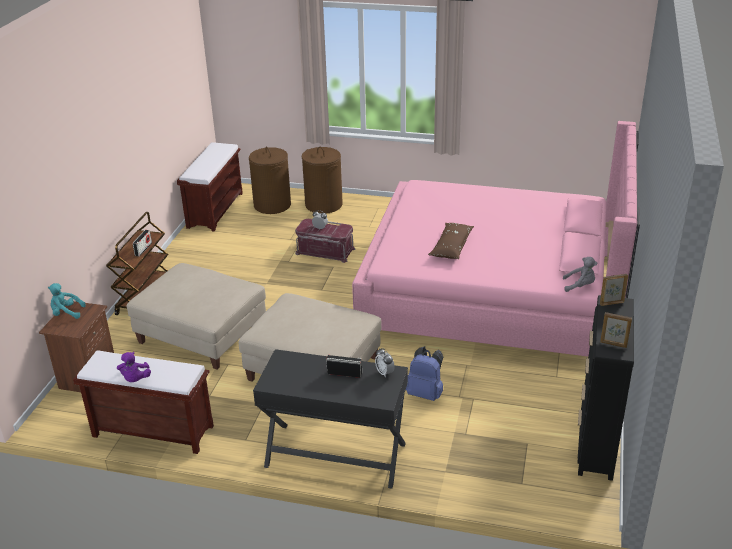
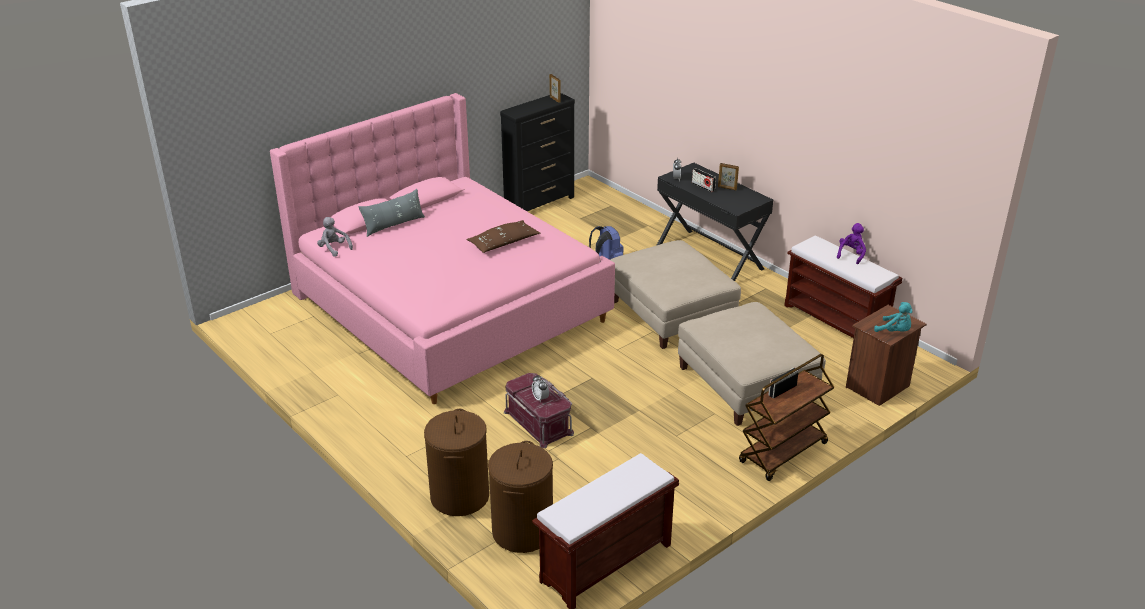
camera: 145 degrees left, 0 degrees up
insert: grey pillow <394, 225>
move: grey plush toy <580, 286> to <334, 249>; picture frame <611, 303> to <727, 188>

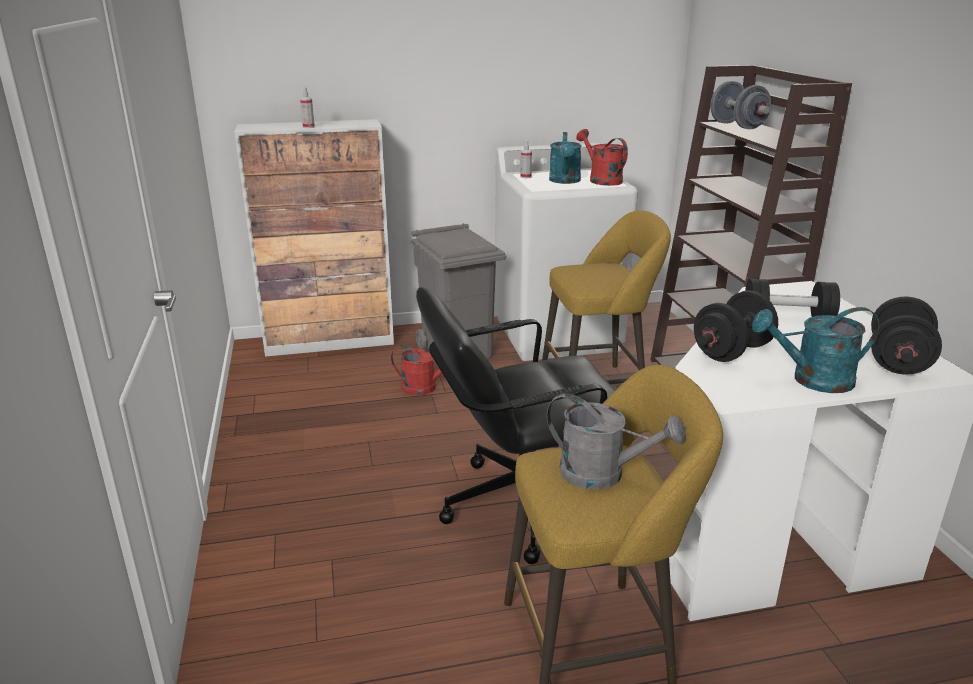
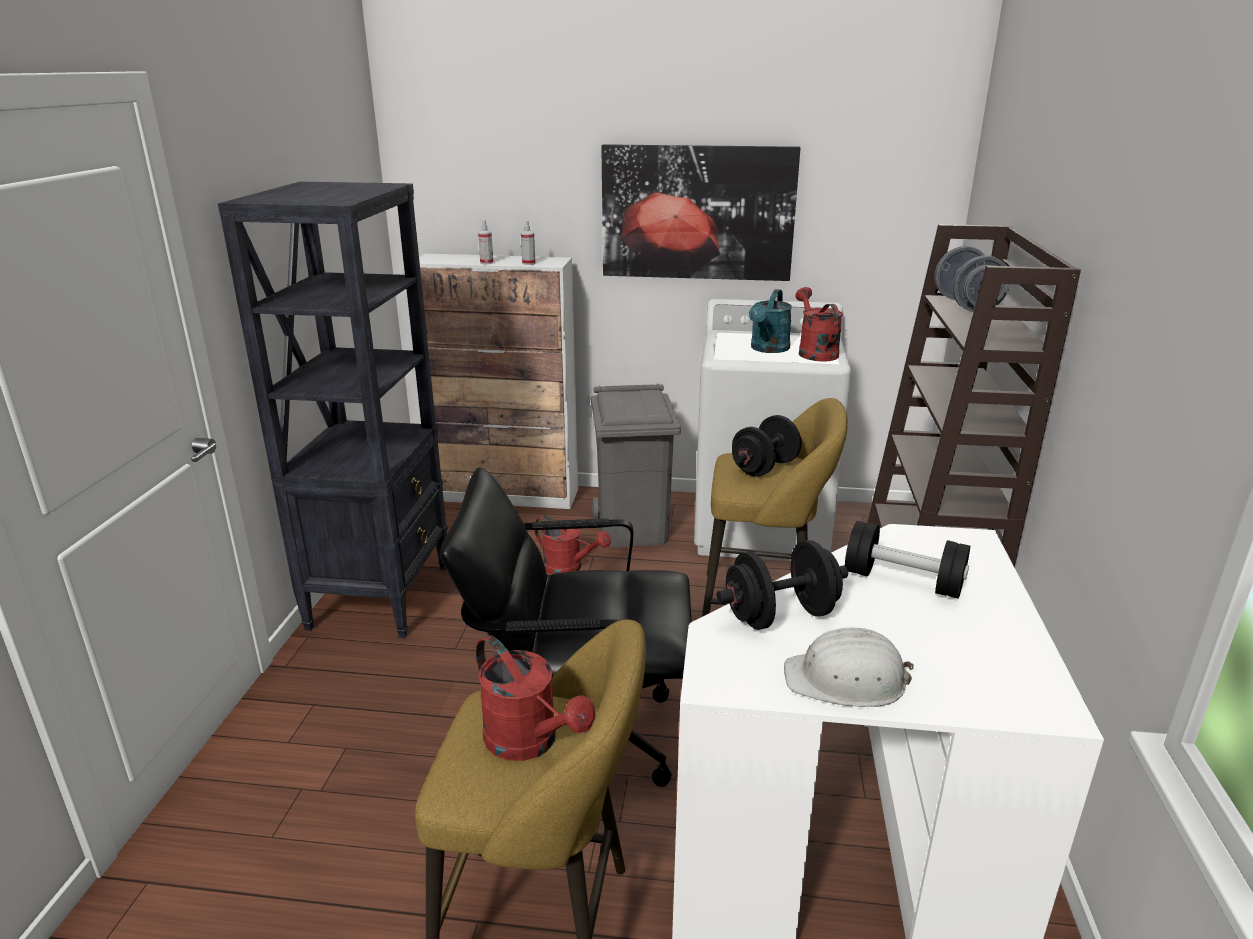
camera: 20 degrees right, 0 degrees up
insert: black bookcase <381, 595>; picture <697, 213>
move: spray bottle <525, 177> to <528, 263>; black dumbbell <898, 361> to <764, 467>
replace: turquoise watering can <812, 380> to white hard hat <846, 680>
recolor: grey watering can <603, 475> to red watering can <530, 742>

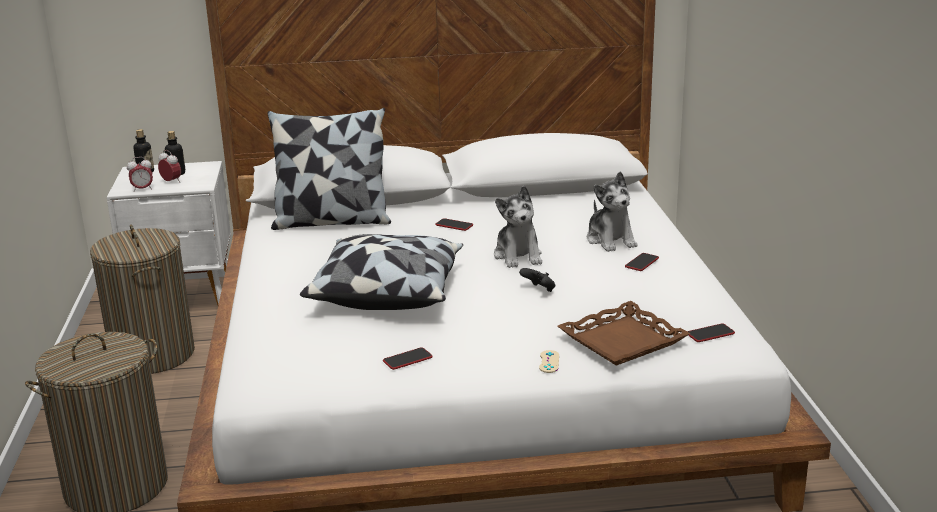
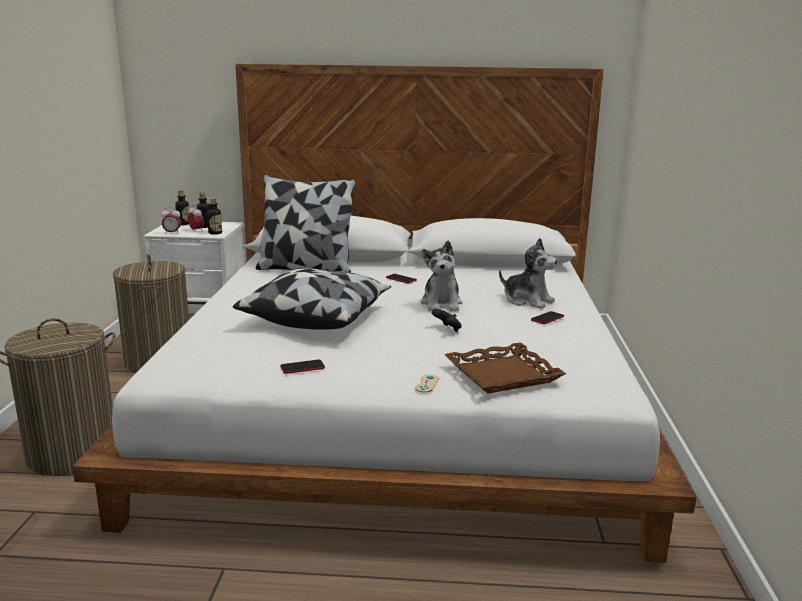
camera: 10 degrees right, 5 degrees down
delete: phone <710, 334>
insert: bottle <215, 233>
rotate: plush toy <610, 240> = <527, 300> 45 degrees counterclockwise

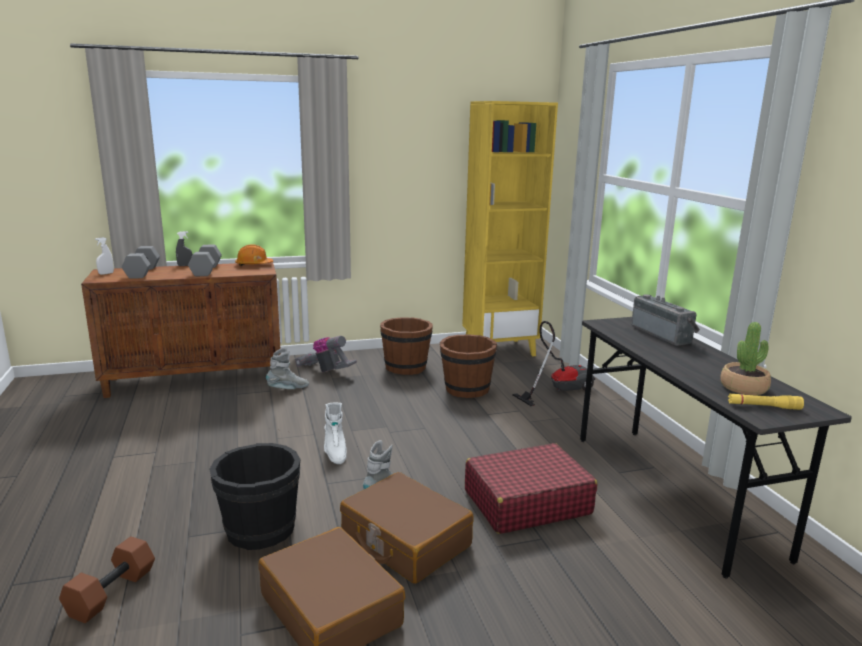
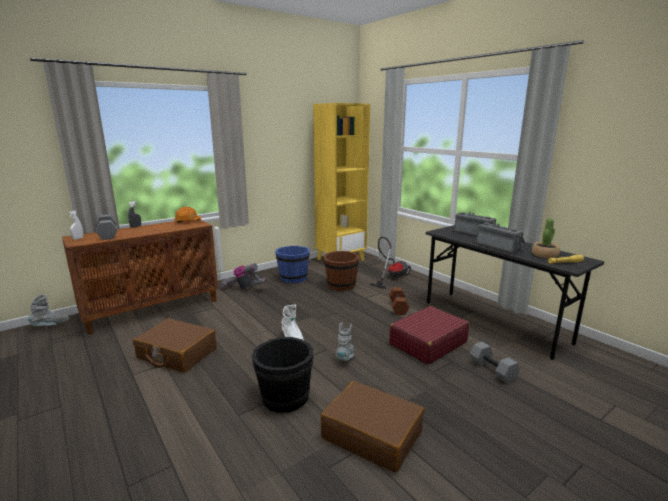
camera: 20 degrees left, 0 degrees up
insert: radio <499, 247>
move: brown dumbbell <111, 592> to <397, 307>; grey dumbbell <207, 270> to <493, 370>; grey boot <288, 389> to <51, 325>; brown suitcase <405, 540> to <176, 354>
recolor: brown bucket <406, 367> to blue bucket <293, 278>

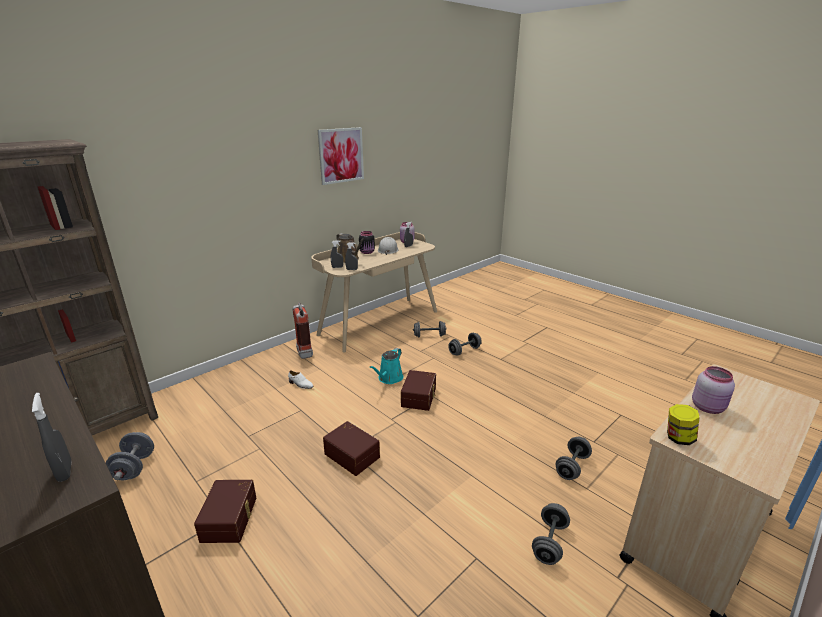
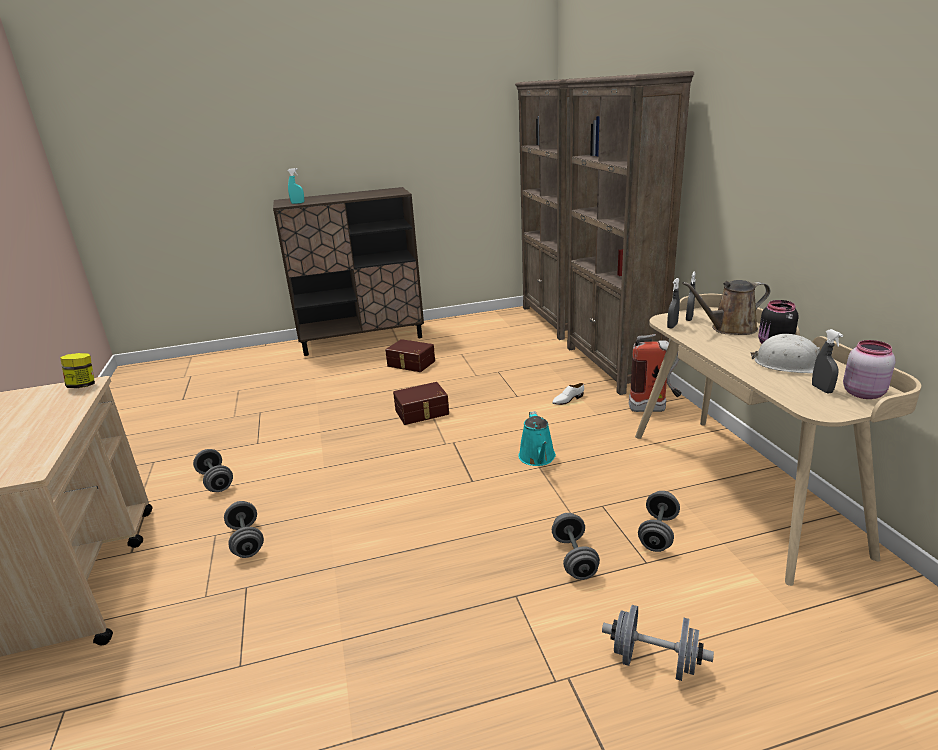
camera: 120 degrees right, 0 degrees up
delete: picture <341, 155>; brown storage box <419, 397>; pink jar <708, 407>
insert: brown bookcase <612, 366>
move: grey dumbbell <134, 467> to <654, 662>
recolor: grey spray bottle <65, 471> to turquoise spray bottle <297, 203>
rotate: turquoise watering can <389, 378> = <537, 458> 150 degrees counterclockwise

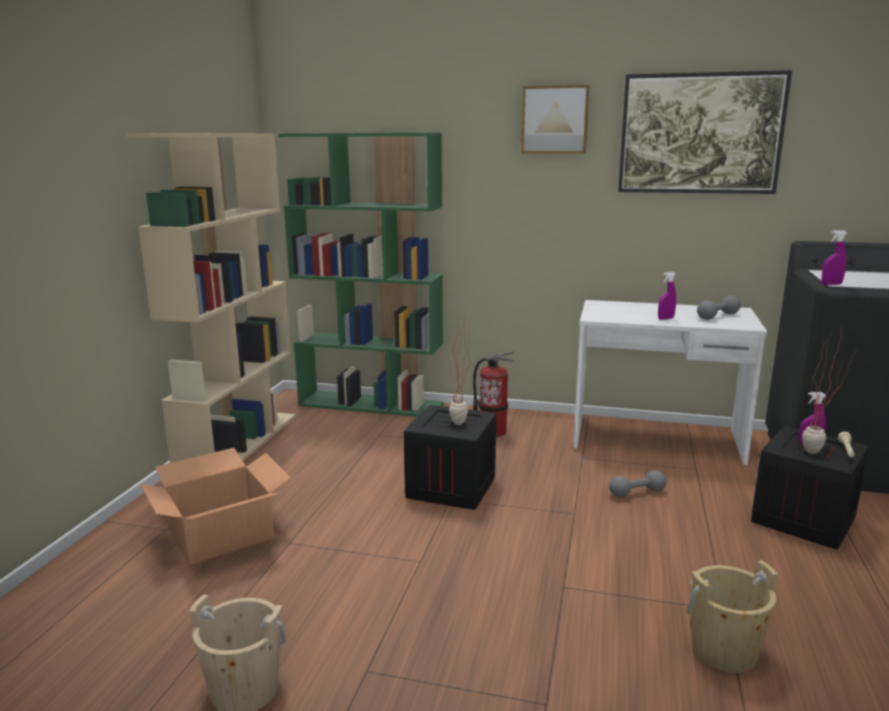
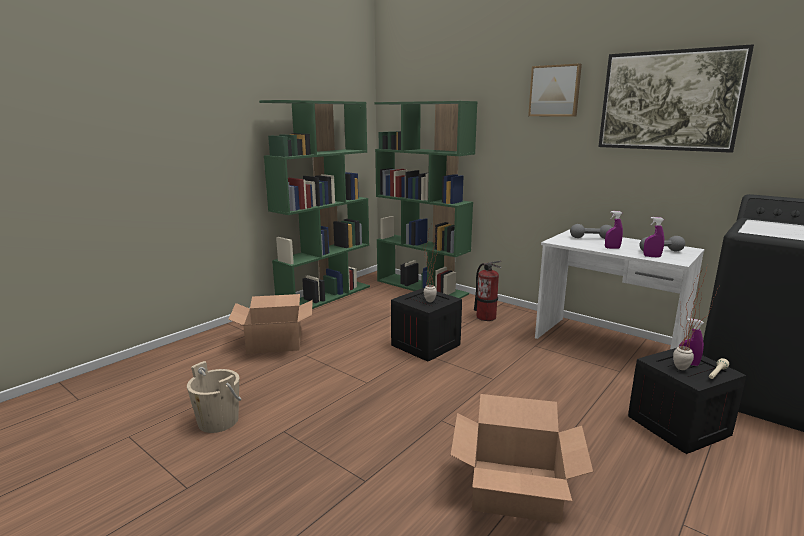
camera: 25 degrees right, 0 degrees up
move: grey dumbbell <637, 493> to <591, 238>; purple spray bottle <831, 284> to <652, 256>
replace: beige bucket <724, 650> to cardboard box <515, 490>
recolor: beige bookcase <239, 444> to green bookcase <325, 296>

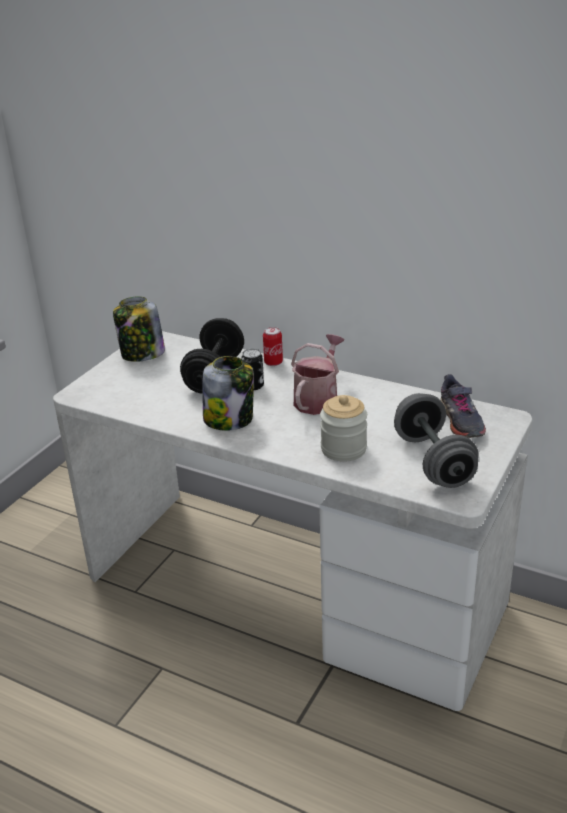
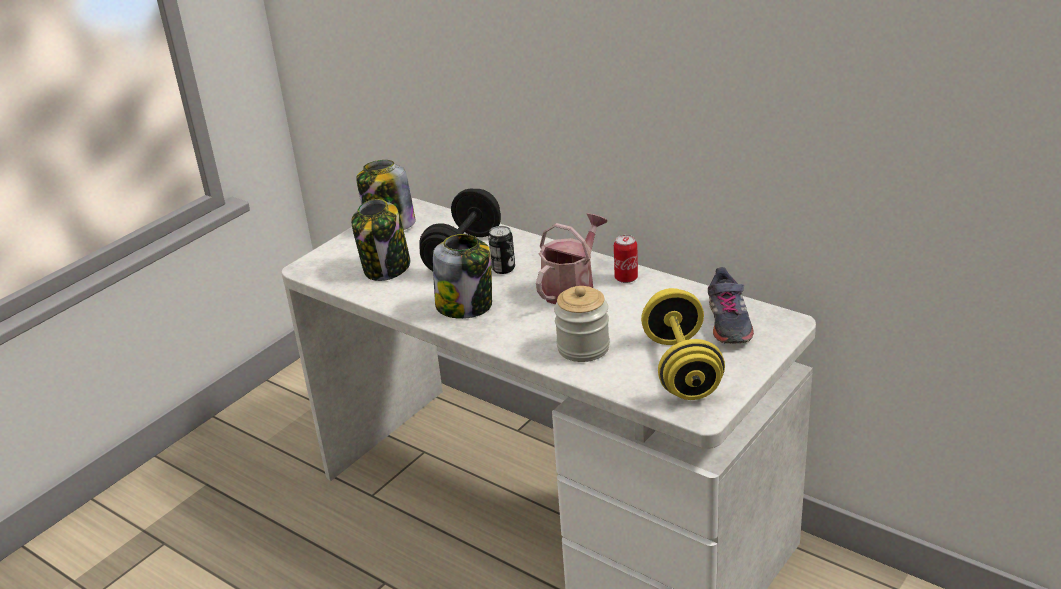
camera: 10 degrees right, 0 degrees up
insert: jar <386, 268>
move: can <273, 362> to <626, 278>
recolor: grey dumbbell <433, 461> to yellow dumbbell <681, 368>

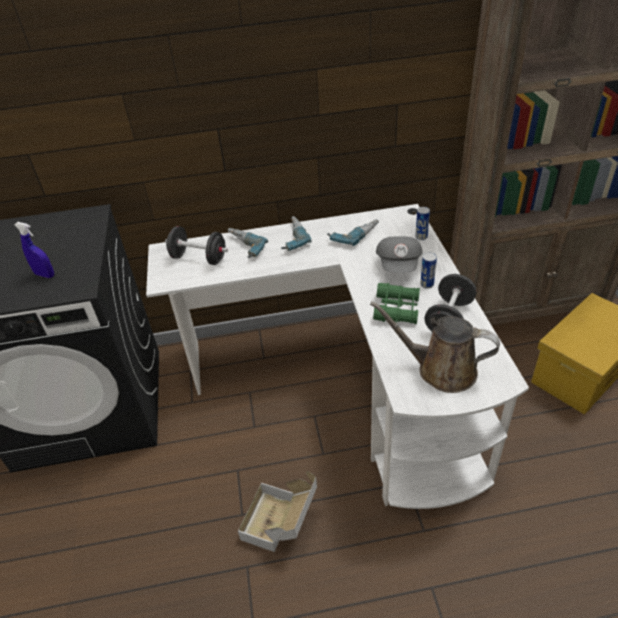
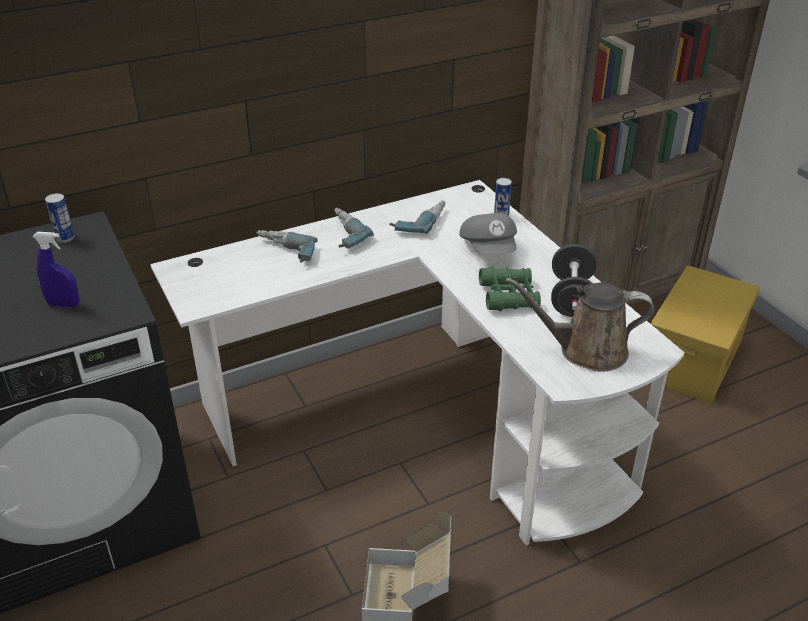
camera: 20 degrees left, 5 degrees down
delete: black dumbbell <199, 258>
move: can <427, 284> to <65, 238>

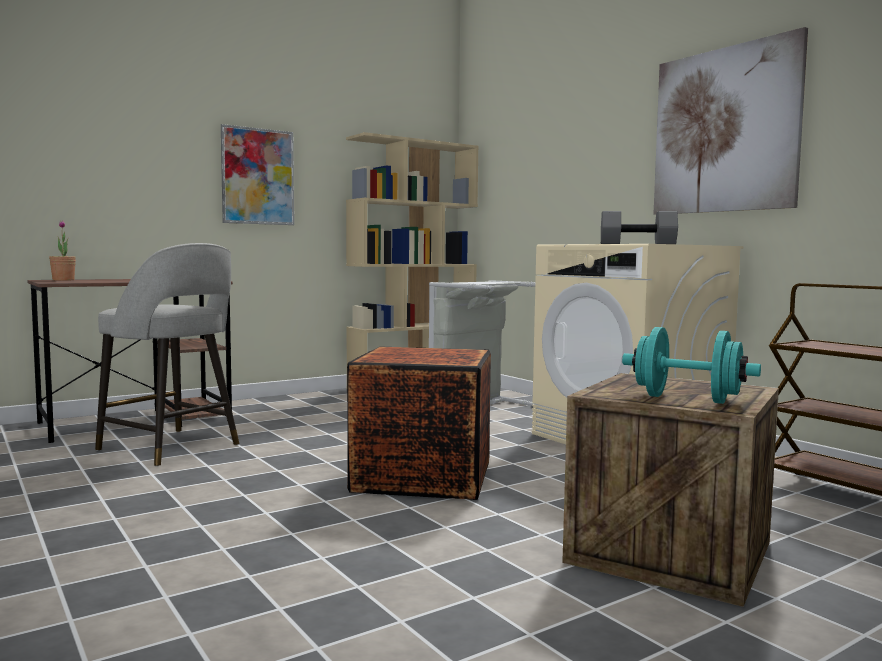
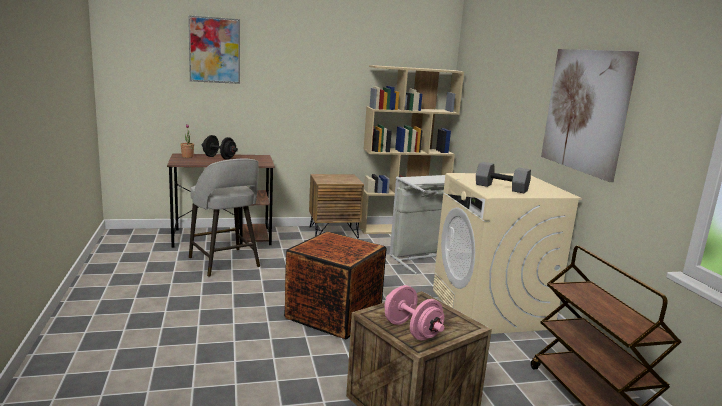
camera: 20 degrees right, 10 degrees up
insert: black dumbbell <219, 158>; brown nightstand <333, 232>
move: picture <257, 176> to <214, 50>
recolor: turquoise dumbbell <687, 399> to pink dumbbell <411, 330>

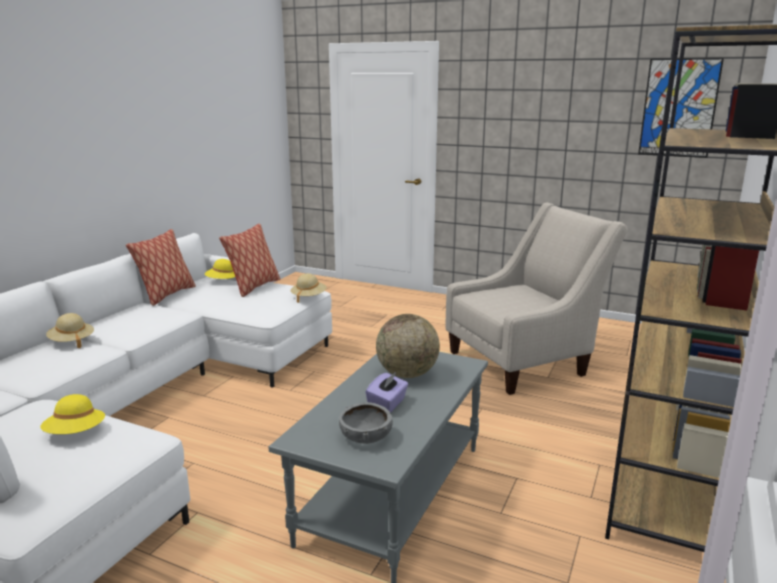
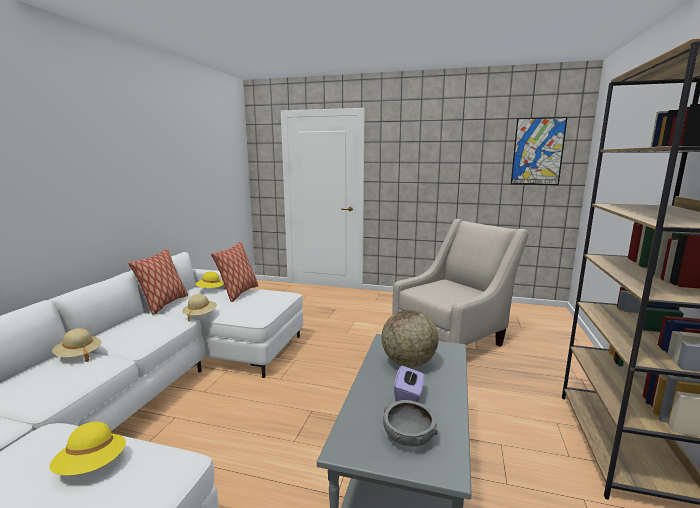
camera: 10 degrees left, 5 degrees down
move: beige hat <308, 297> to <200, 315>

